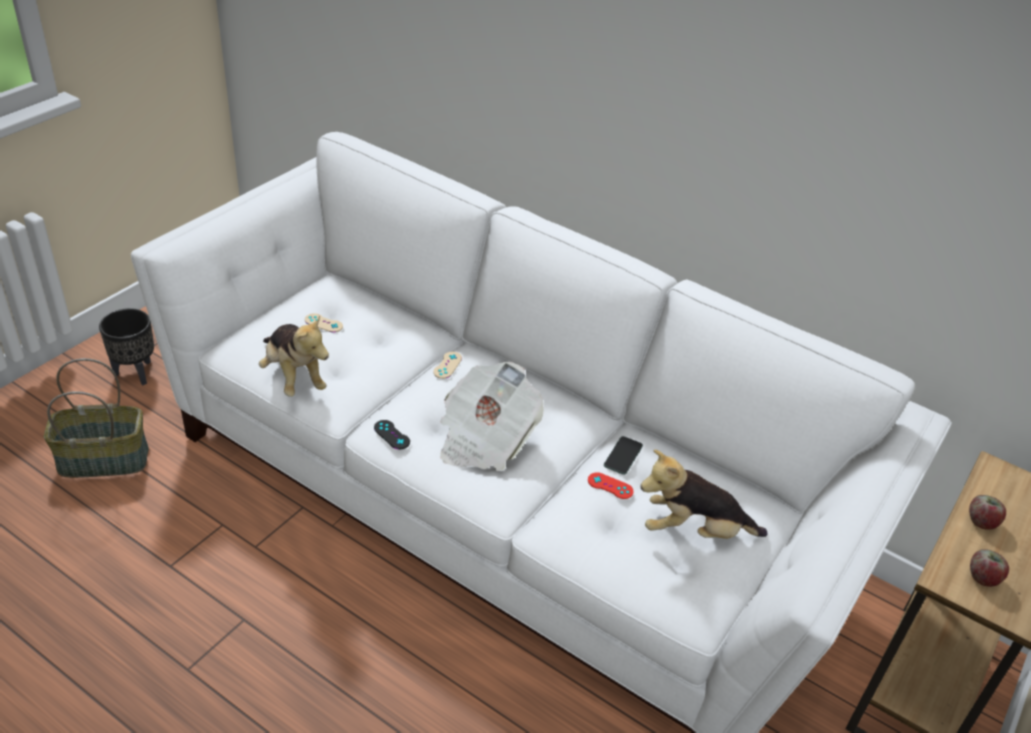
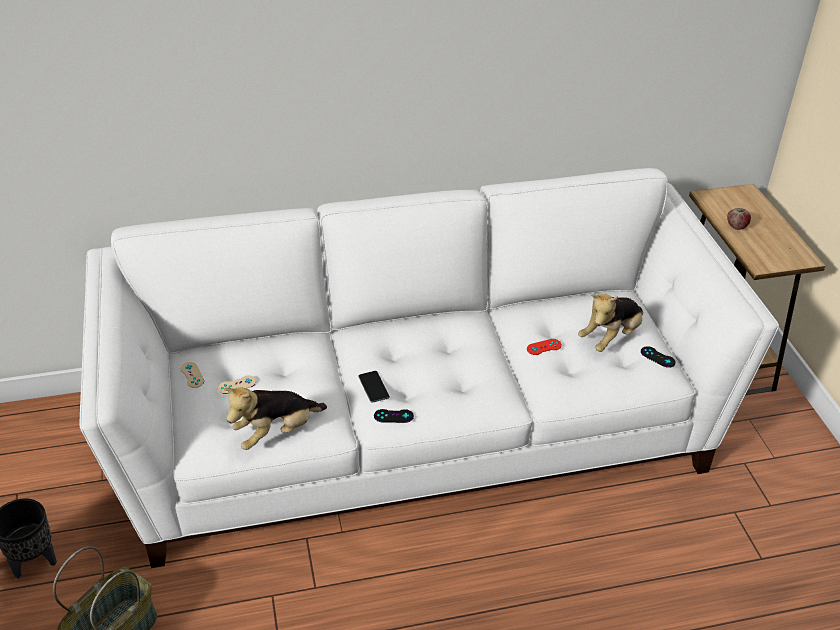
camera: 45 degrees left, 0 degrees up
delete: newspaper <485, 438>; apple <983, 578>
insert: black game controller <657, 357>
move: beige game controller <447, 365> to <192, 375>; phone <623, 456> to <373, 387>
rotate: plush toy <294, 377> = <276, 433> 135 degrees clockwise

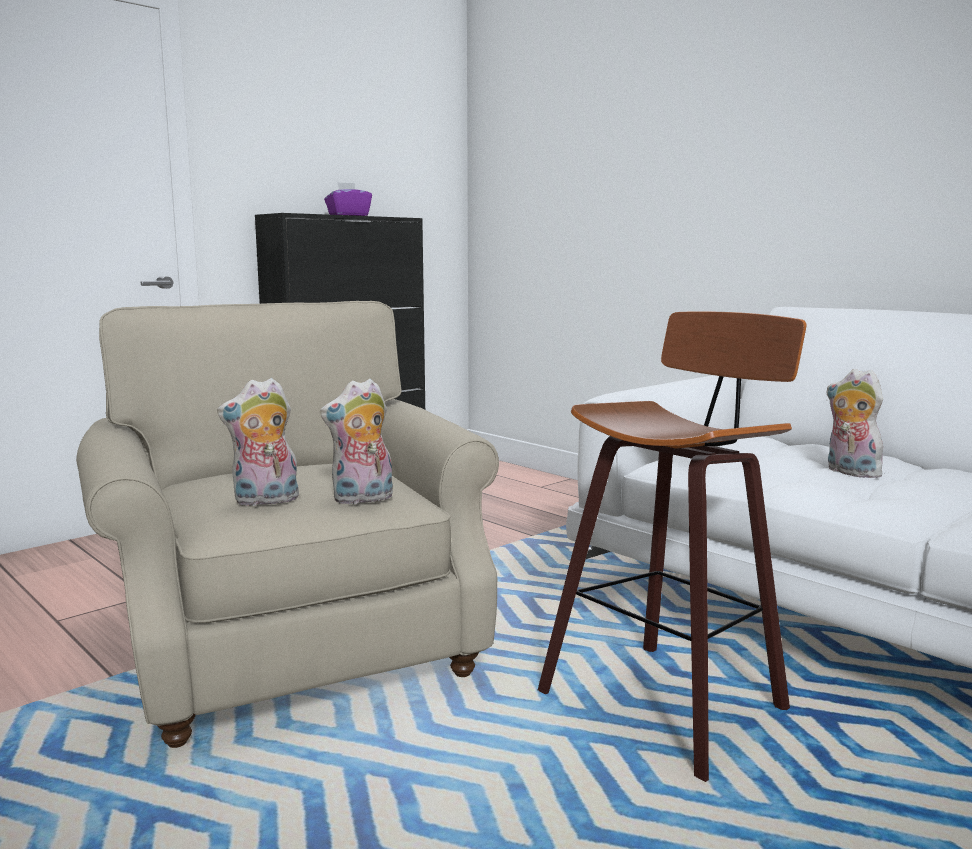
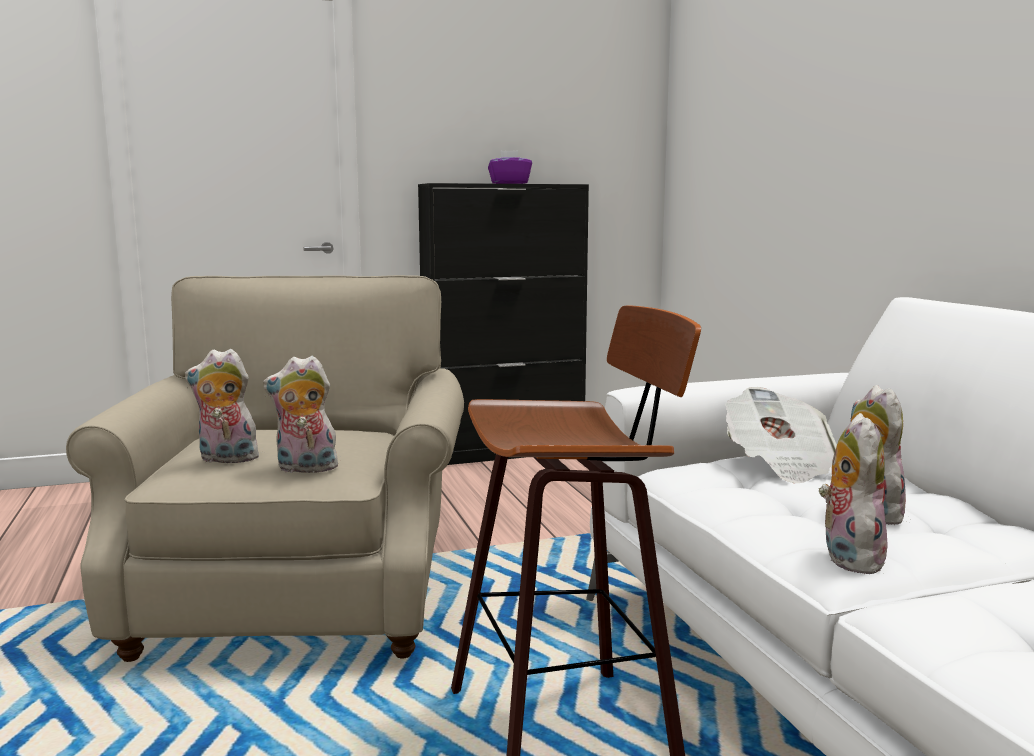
camera: 25 degrees right, 0 degrees up
insert: newspaper <780, 464>; plush toy <847, 557>

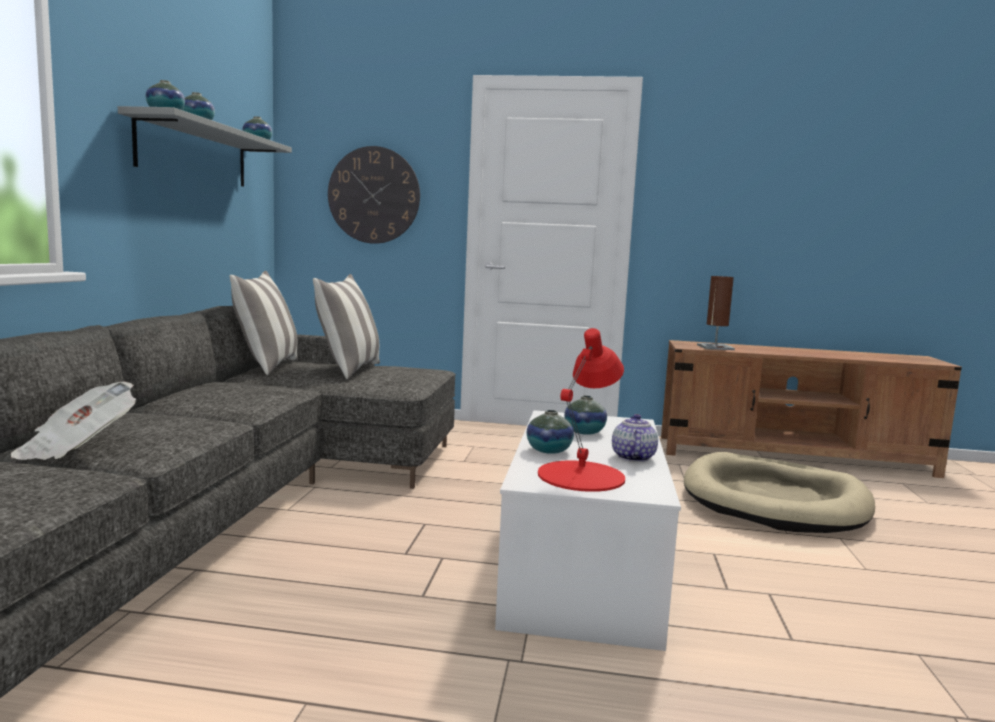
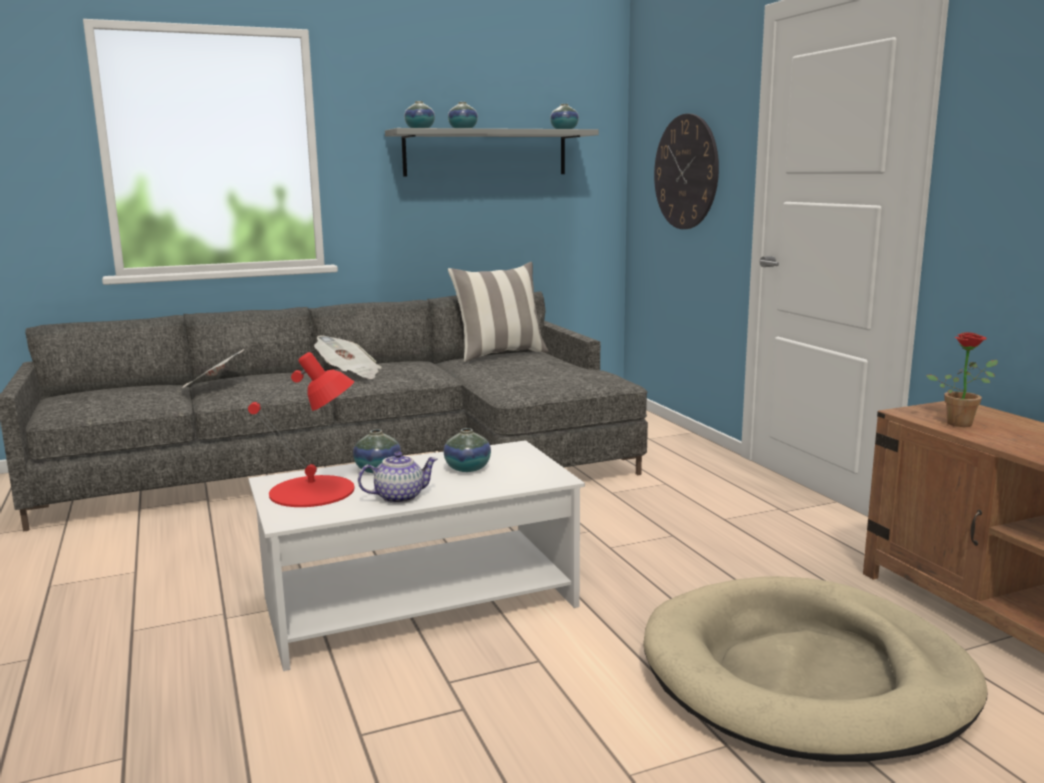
camera: 60 degrees right, 5 degrees up
delete: pillow <348, 370>
insert: newspaper <349, 374>
replace: brown table lamp <715, 347> to potted plant <962, 422>

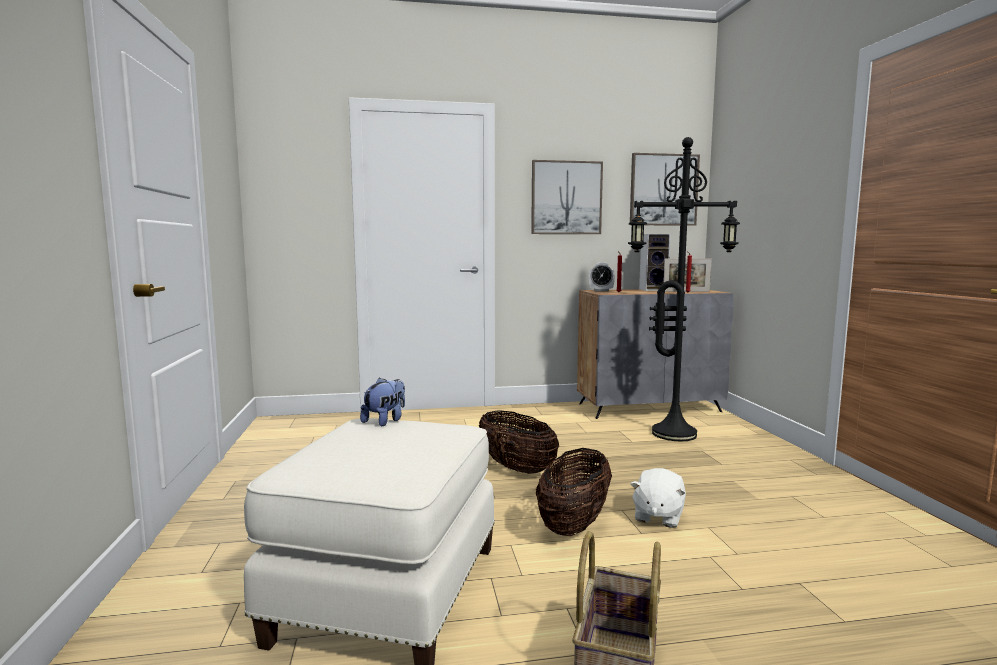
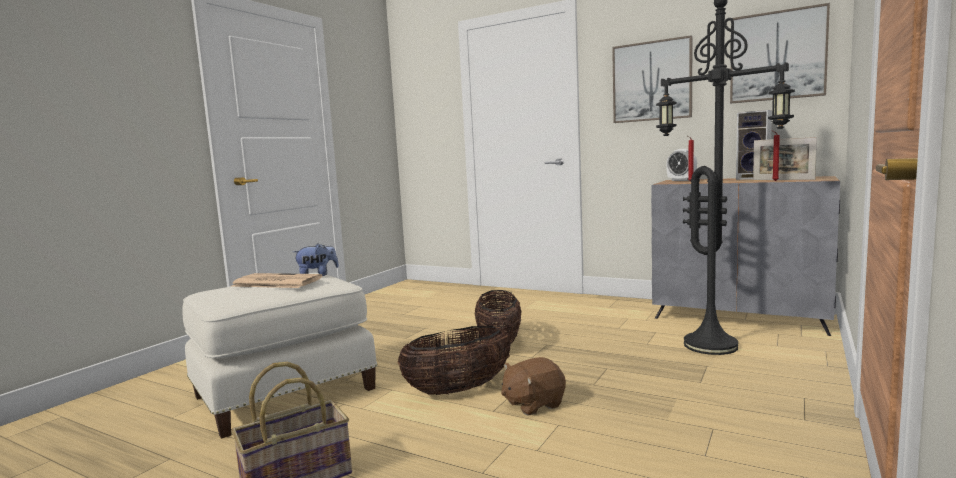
camera: 40 degrees right, 0 degrees up
insert: newspaper <275, 282>
recolor: white plush toy <657, 516> to brown plush toy <533, 404>

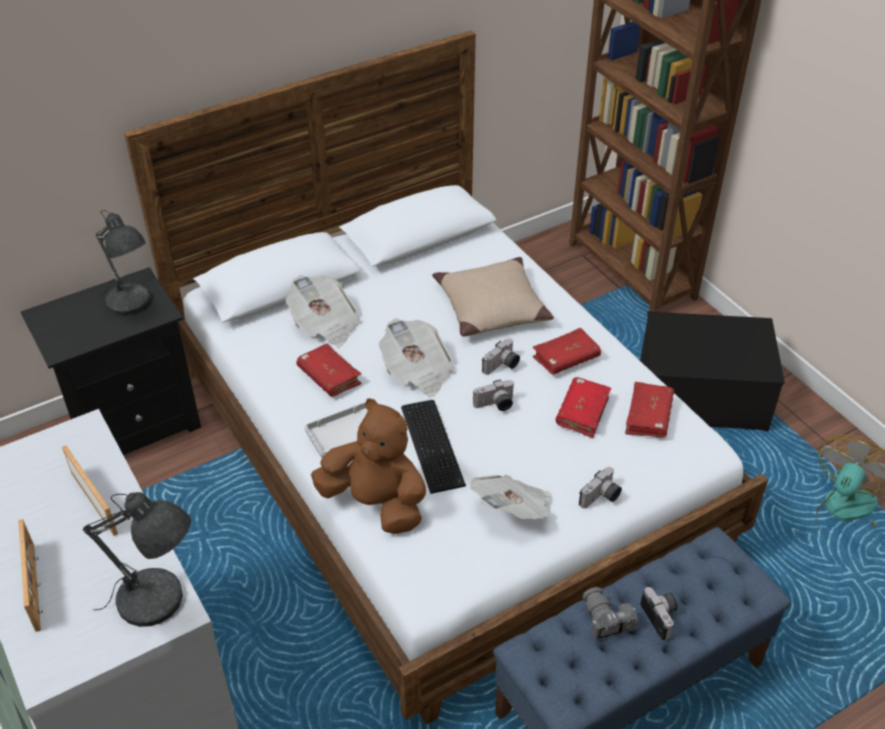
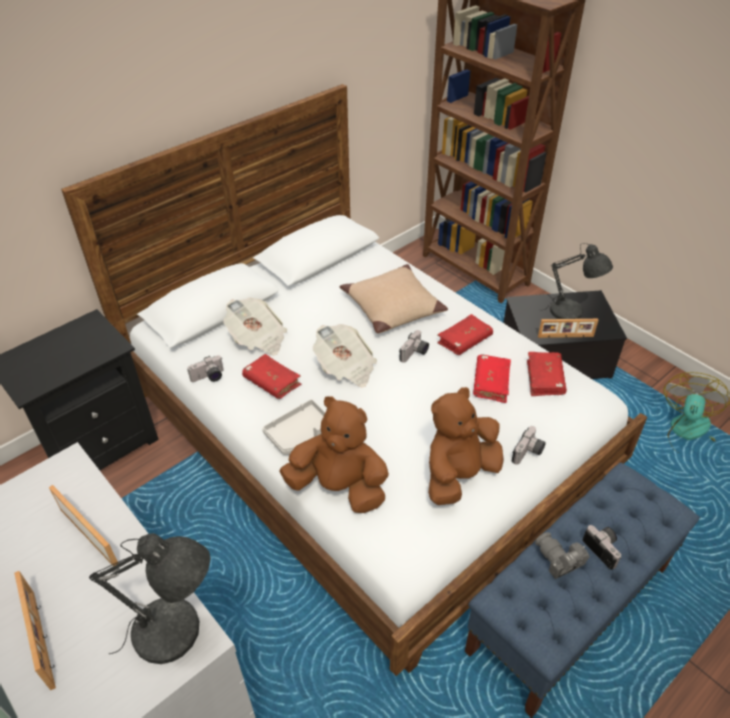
camera: 10 degrees left, 0 degrees up
delete: keyboard <434, 444>
insert: picture frame <565, 337>
move: grey table lamp <131, 304> to <570, 313>; photo camera <495, 405> to <209, 378>
replace: newspaper <513, 510> to brown plush toy <459, 475>

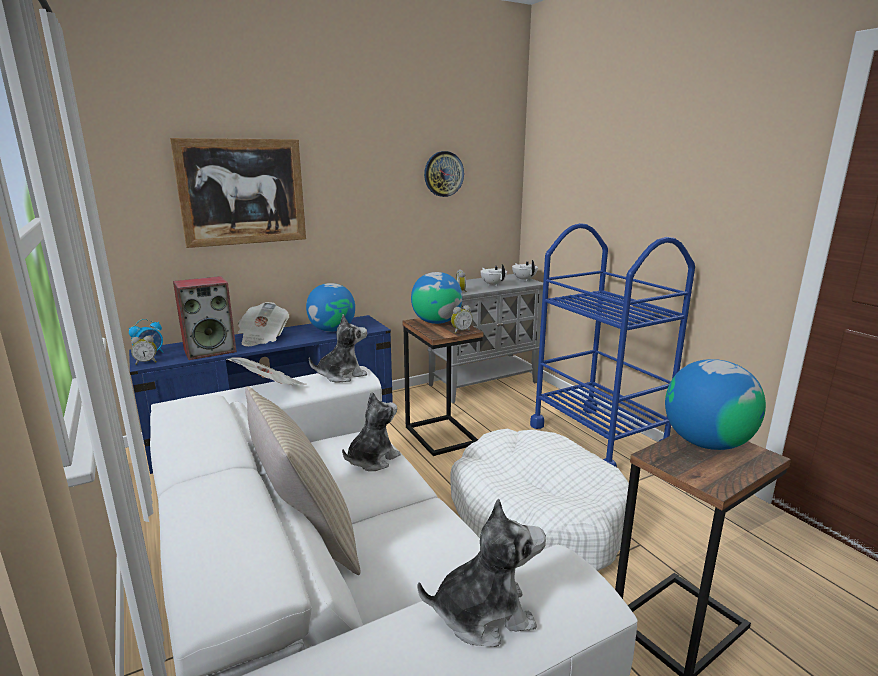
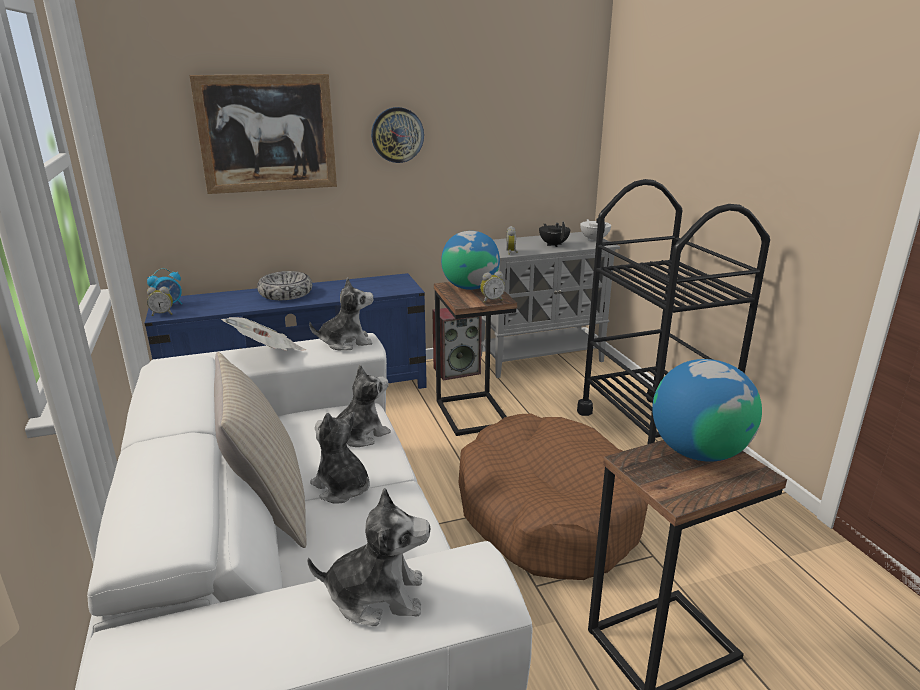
camera: 10 degrees right, 5 degrees up
delete: globe <332, 330>
insert: plush toy <342, 488>
move: speaker <210, 350> to <457, 370>; wall clock <443, 174> to <397, 135>
replace: newspaper <262, 338> to bowl <285, 294>
recolor: white dog bed <536, 516> to brown dog bed <547, 512>; white teapot <493, 284> to black teapot <553, 244>; blue cart <597, 438> to black cart <651, 433>

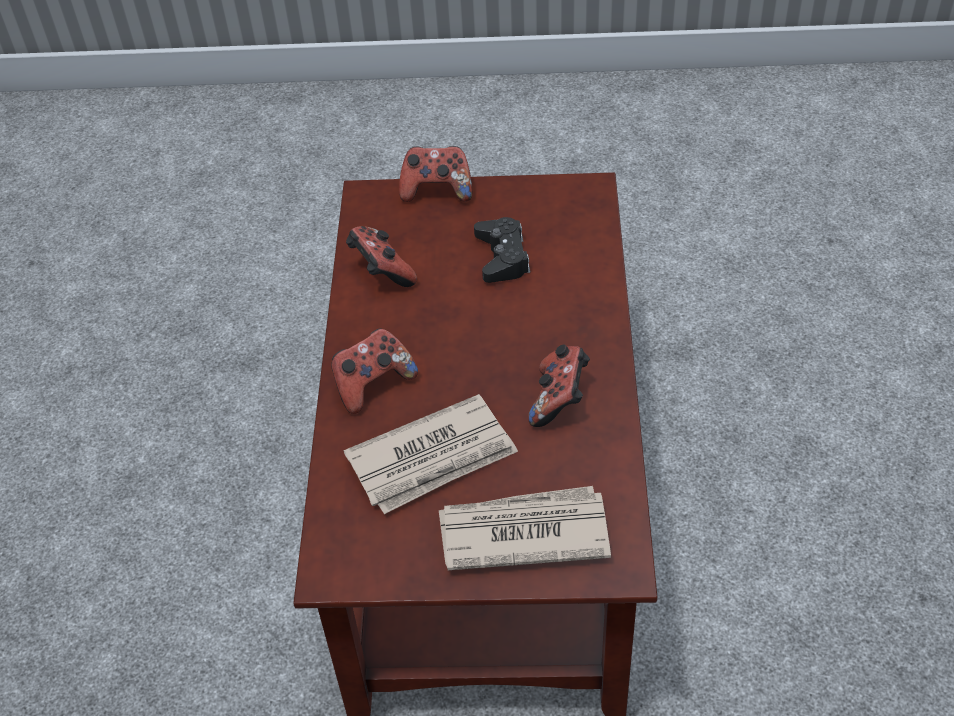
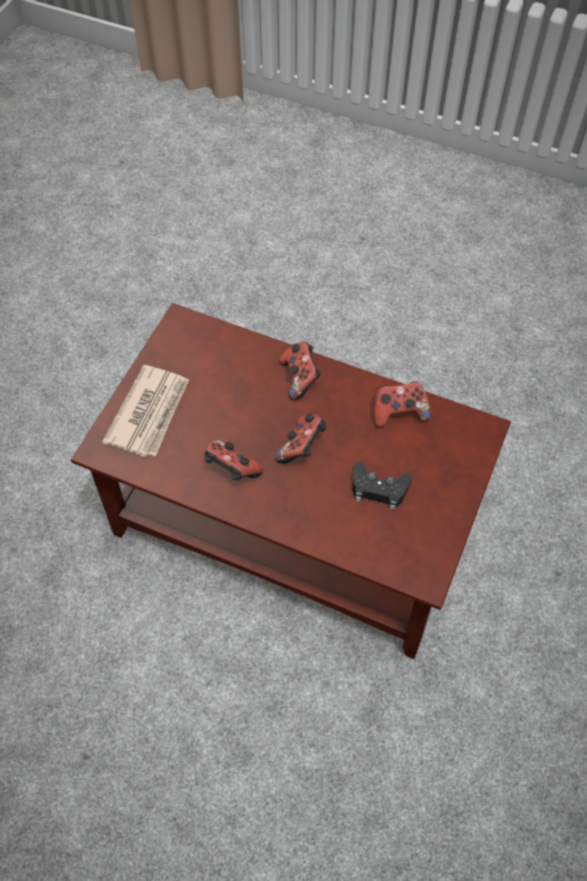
camera: 110 degrees right, 10 degrees up
delete: newspaper <433, 458>
move: game controller <437, 190> to <302, 447>

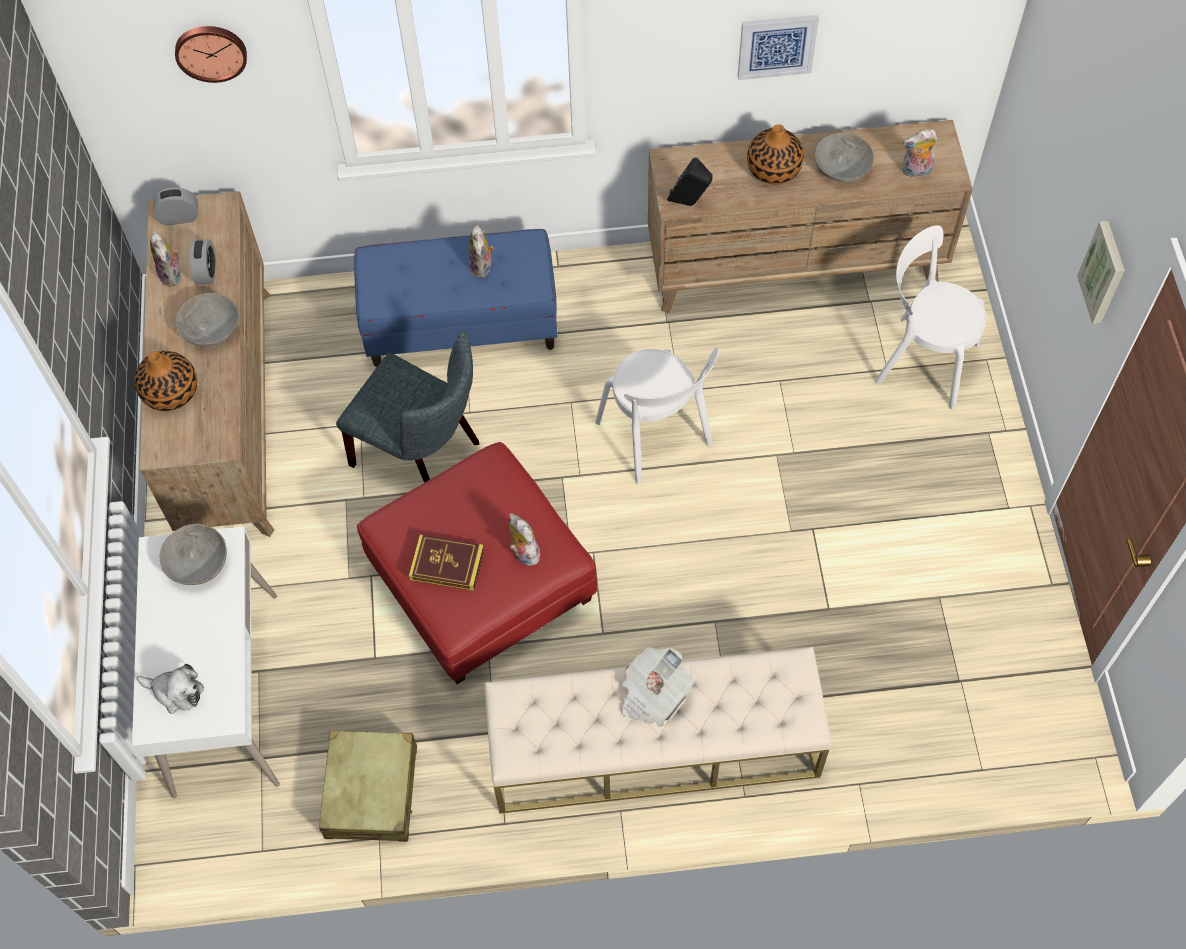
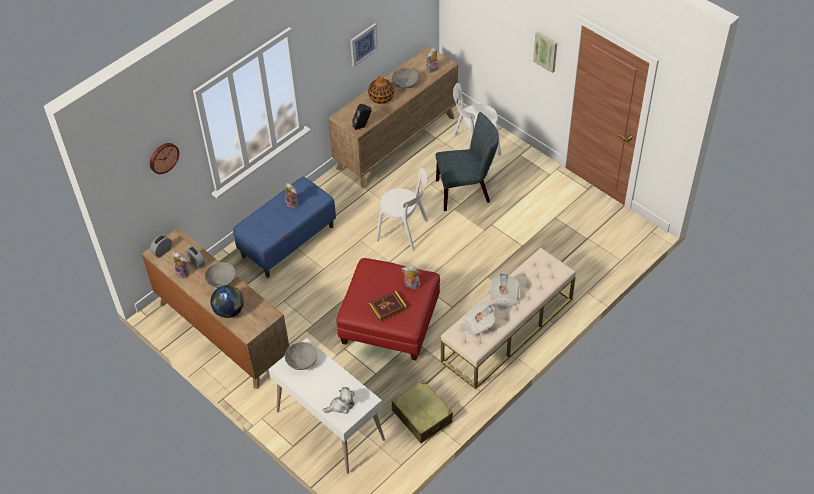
camera: 40 degrees left, 10 degrees down
insert: newspaper <477, 324>
move: grey chair <423, 455> to <466, 191>
replace: vase <171, 392> to globe <229, 311>

